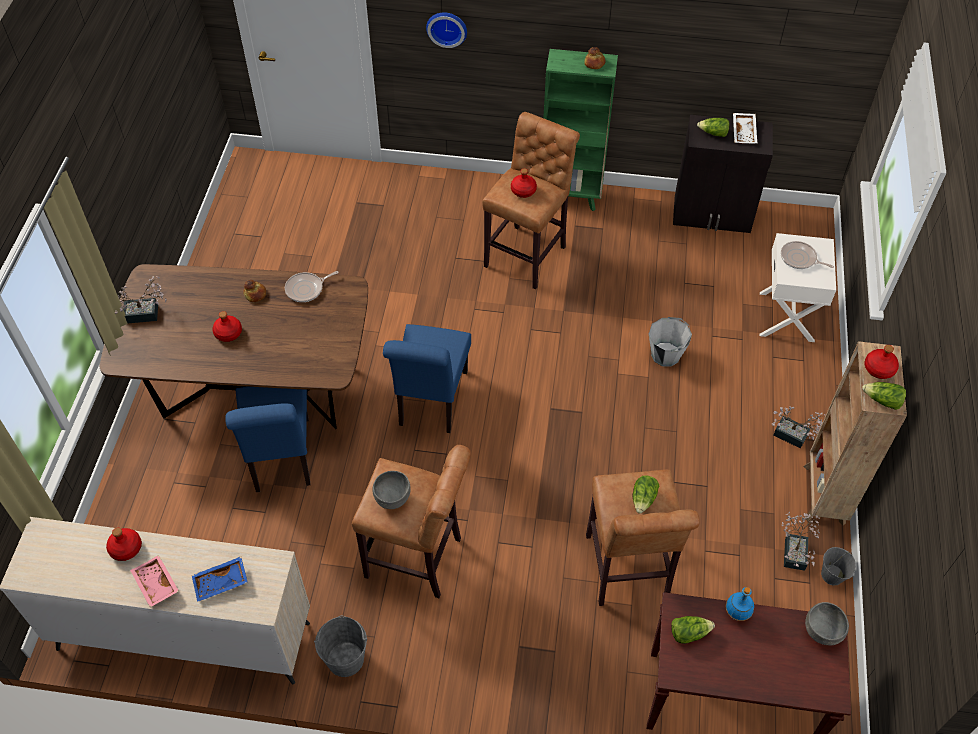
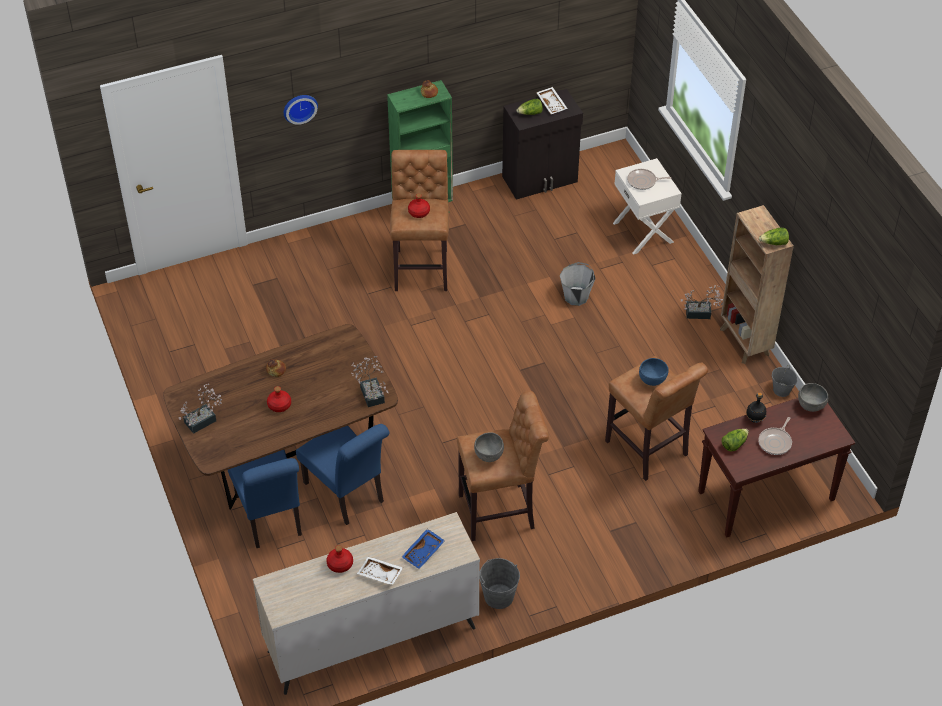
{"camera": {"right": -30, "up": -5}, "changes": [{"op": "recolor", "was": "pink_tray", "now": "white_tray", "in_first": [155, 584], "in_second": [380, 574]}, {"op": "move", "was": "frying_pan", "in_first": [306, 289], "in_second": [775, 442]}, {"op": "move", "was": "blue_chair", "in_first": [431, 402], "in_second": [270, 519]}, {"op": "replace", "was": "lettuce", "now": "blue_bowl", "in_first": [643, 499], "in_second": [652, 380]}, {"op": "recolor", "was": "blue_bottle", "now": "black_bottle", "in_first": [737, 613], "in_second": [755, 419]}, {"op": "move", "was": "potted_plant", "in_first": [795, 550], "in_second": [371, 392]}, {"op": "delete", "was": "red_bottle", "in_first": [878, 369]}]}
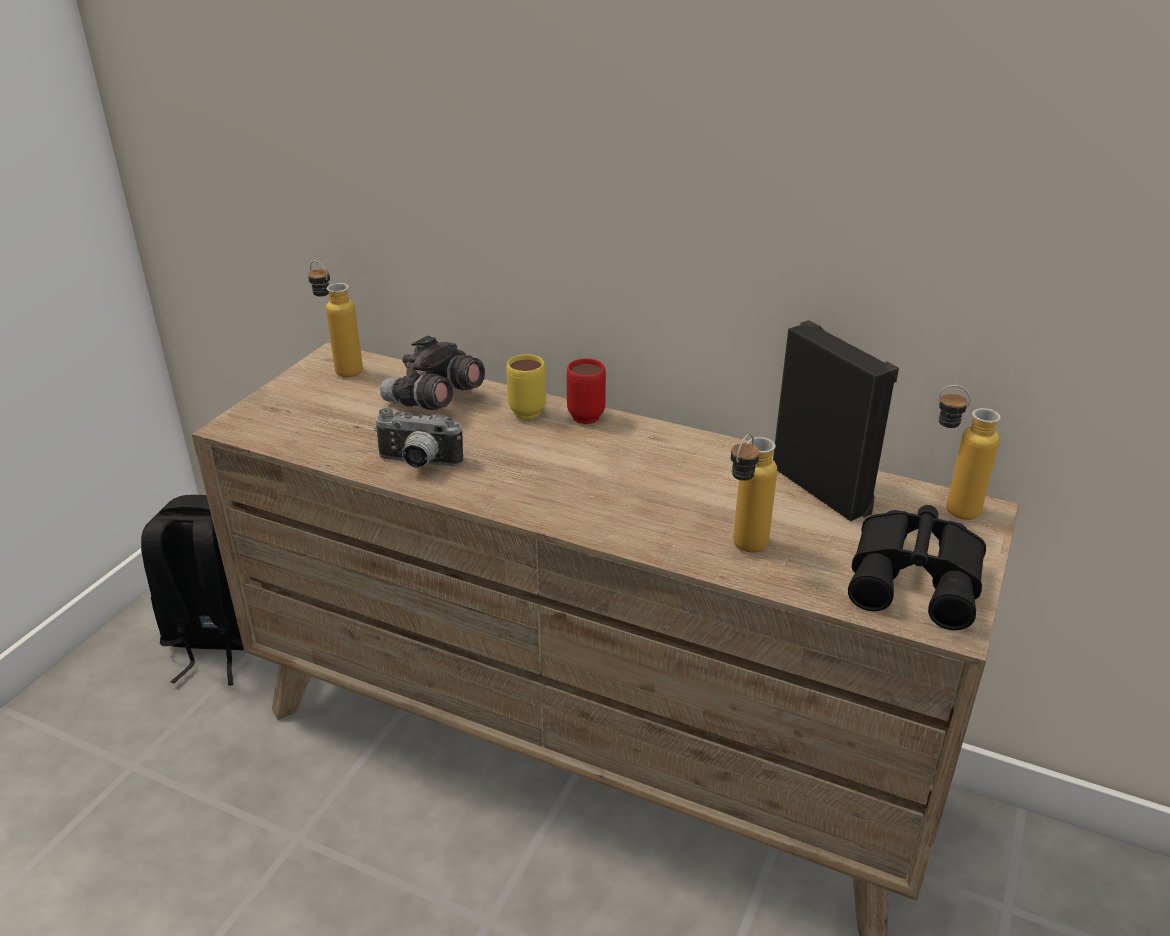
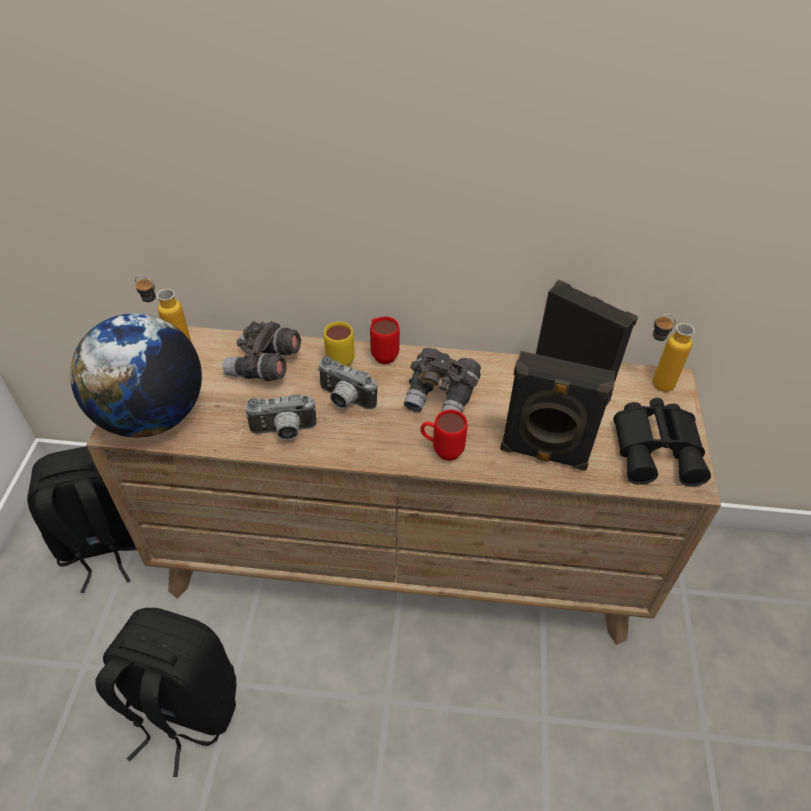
{"camera": {"right": -20, "up": 15}, "changes": [{"op": "replace", "was": "bottle", "now": "black_speaker", "in_first": [743, 551], "in_second": [543, 454]}, {"op": "insert", "now": "globe", "in_second": [152, 416]}, {"op": "insert", "now": "black_backpack", "in_second": [182, 708]}, {"op": "insert", "now": "photo_camera", "in_second": [344, 400]}, {"op": "insert", "now": "grey_binoculars", "in_second": [441, 396]}, {"op": "insert", "now": "red_mug", "in_second": [441, 450]}]}
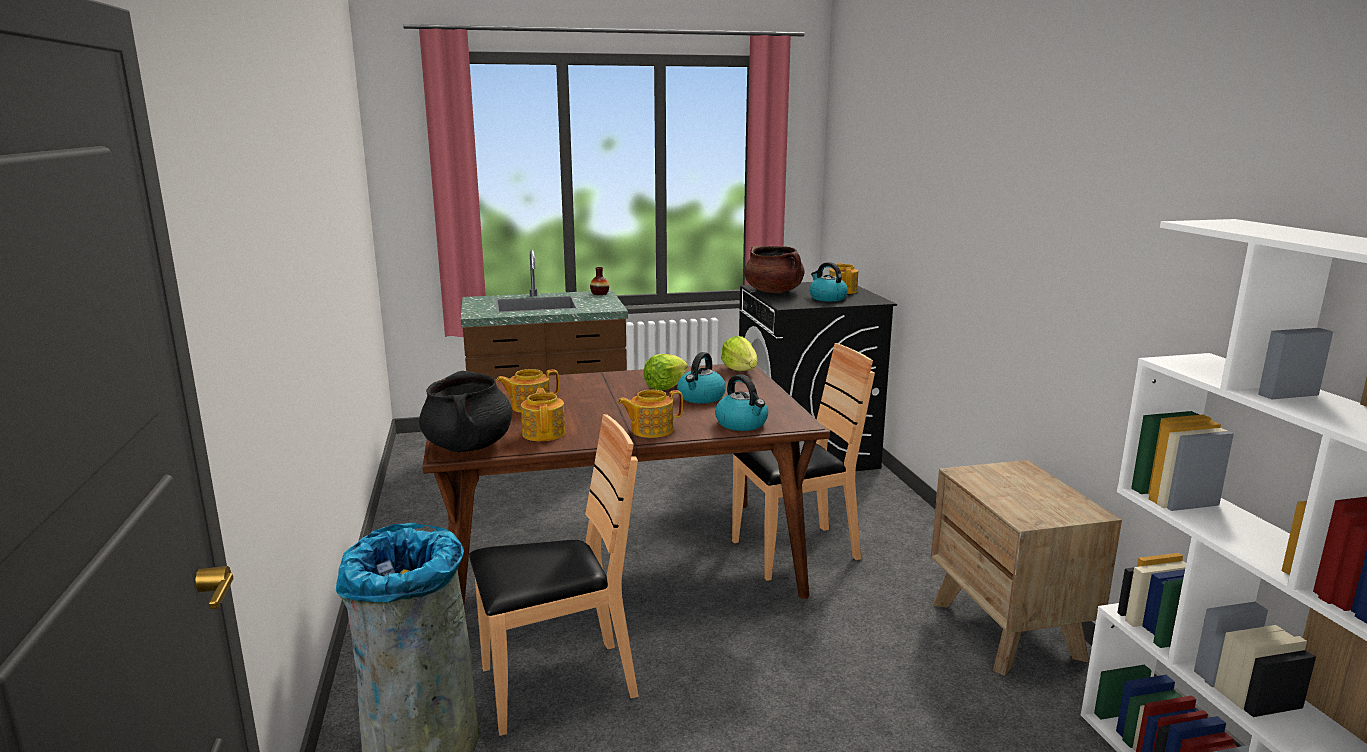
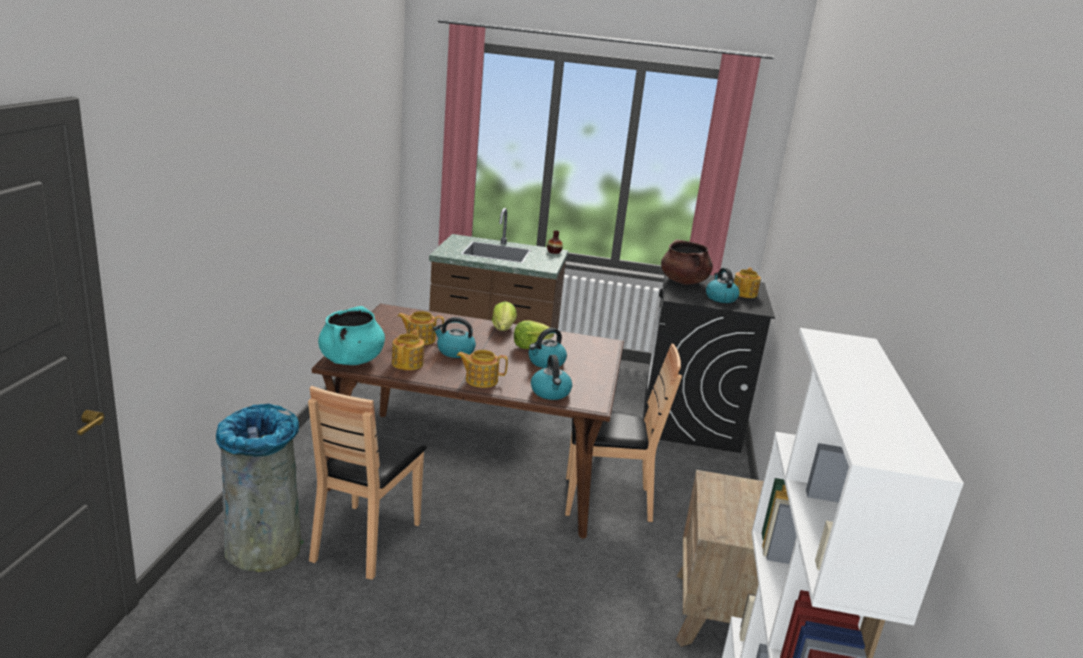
{"camera": {"right": 20, "up": 5}, "changes": [{"op": "recolor", "was": "black_cooking_pot", "now": "turquoise_cooking_pot", "in_first": [468, 446], "in_second": [351, 360]}, {"op": "rotate", "was": "brown_chair", "in_first": [556, 685], "in_second": [365, 540], "clockwise": 105}, {"op": "move", "was": "lettuce", "in_first": [740, 370], "in_second": [503, 329]}, {"op": "insert", "now": "kettle", "in_second": [455, 351]}]}
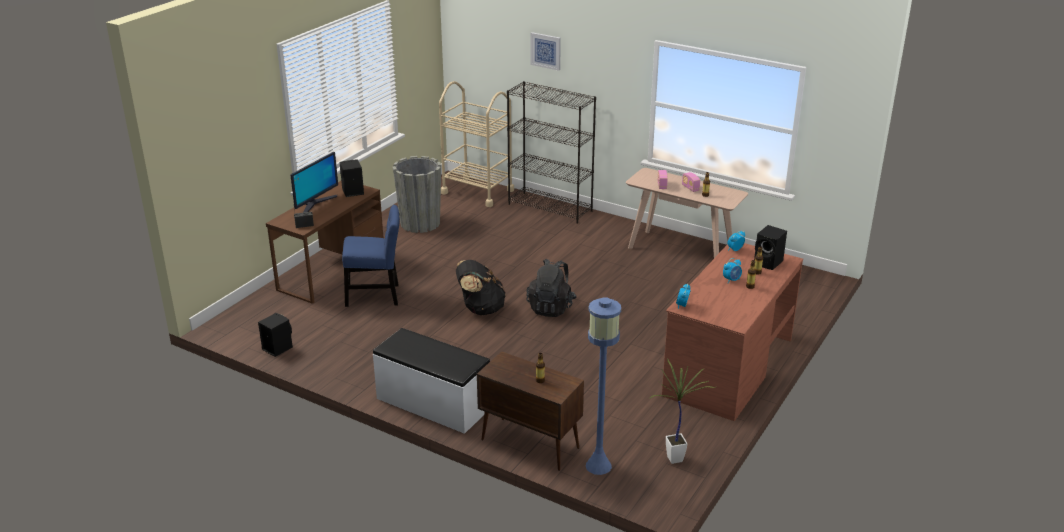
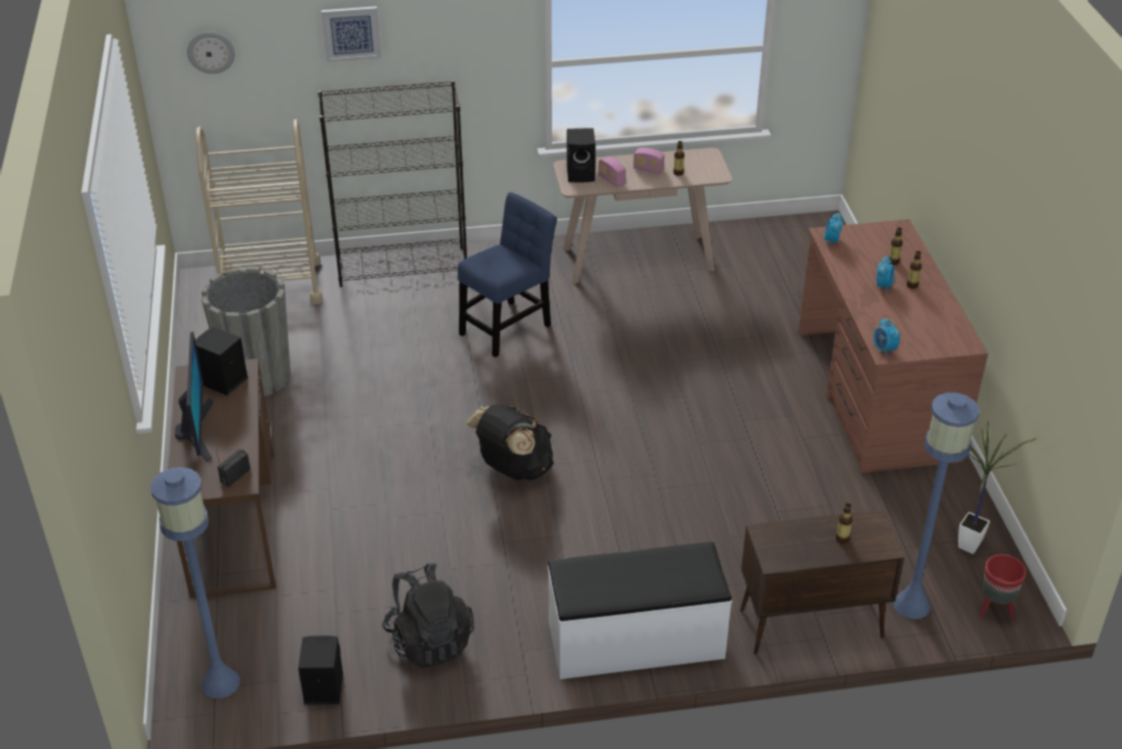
{"camera": {"right": -40, "up": 10}, "changes": [{"op": "move", "was": "blue_chair", "in_first": [376, 296], "in_second": [508, 327]}, {"op": "move", "was": "black_backpack", "in_first": [551, 307], "in_second": [429, 640]}, {"op": "move", "was": "black_speaker", "in_first": [769, 263], "in_second": [582, 174]}, {"op": "insert", "now": "blue_floor_lamp", "in_second": [220, 683]}, {"op": "insert", "now": "wall_clock", "in_second": [211, 52]}, {"op": "insert", "now": "red_planter", "in_second": [994, 610]}]}
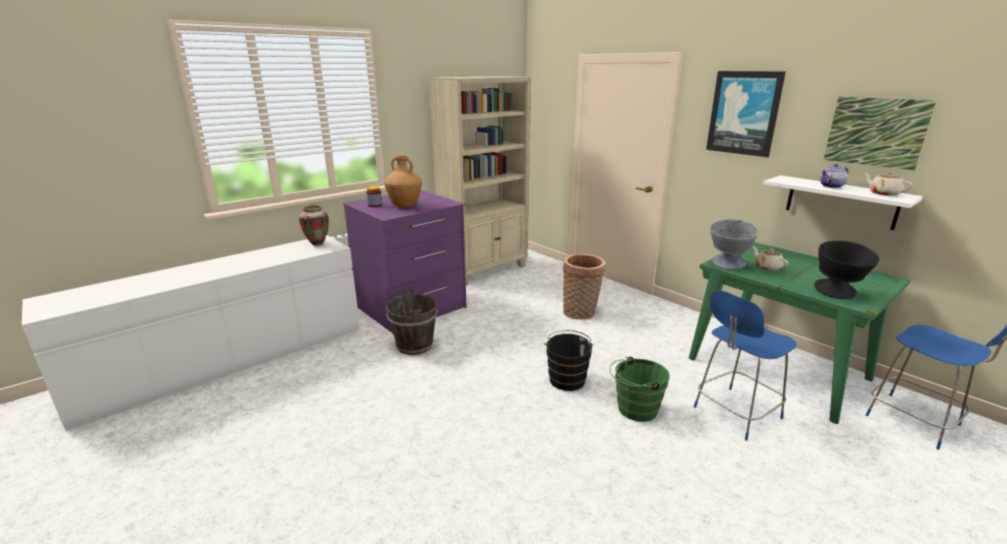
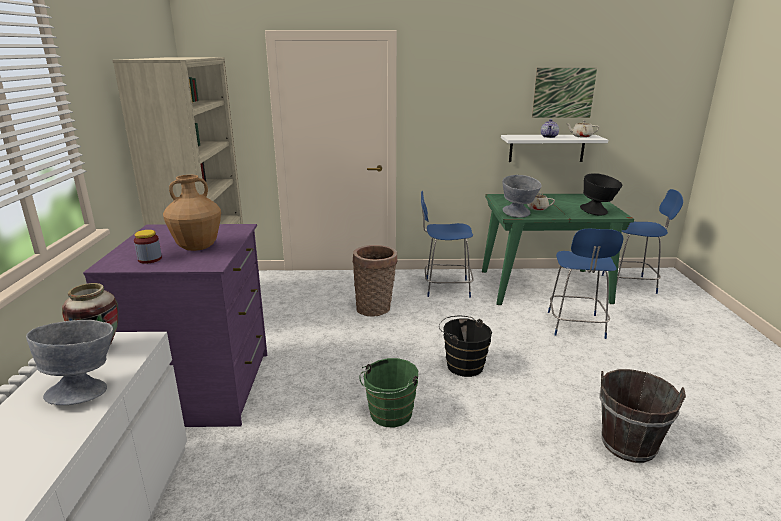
{"camera": {"right": -50, "up": 0}, "changes": [{"op": "move", "was": "brown_bucket", "in_first": [414, 345], "in_second": [628, 445]}, {"op": "move", "was": "green_bucket", "in_first": [634, 409], "in_second": [389, 415]}, {"op": "delete", "was": "picture", "in_first": [744, 113]}, {"op": "insert", "now": "grey_bowl", "in_second": [86, 389]}, {"op": "insert", "now": "blue_chair", "in_second": [445, 288]}]}
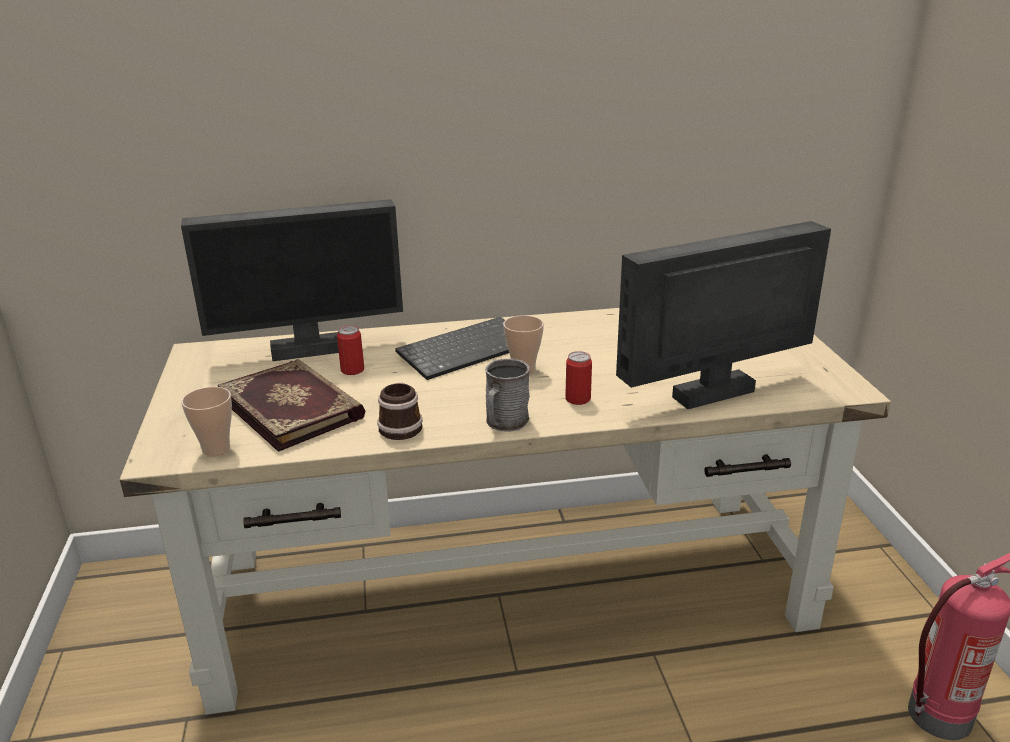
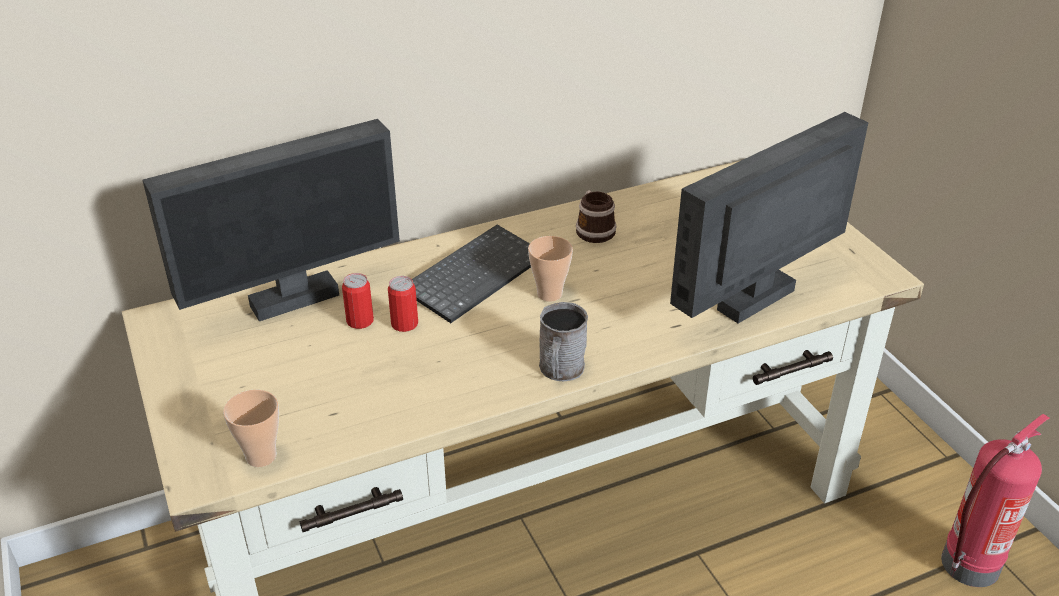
{"camera": {"right": -15, "up": 10}, "changes": [{"op": "delete", "was": "book", "in_first": [293, 407]}, {"op": "move", "was": "mug", "in_first": [401, 425], "in_second": [593, 229]}, {"op": "move", "was": "can", "in_first": [577, 399], "in_second": [404, 324]}]}
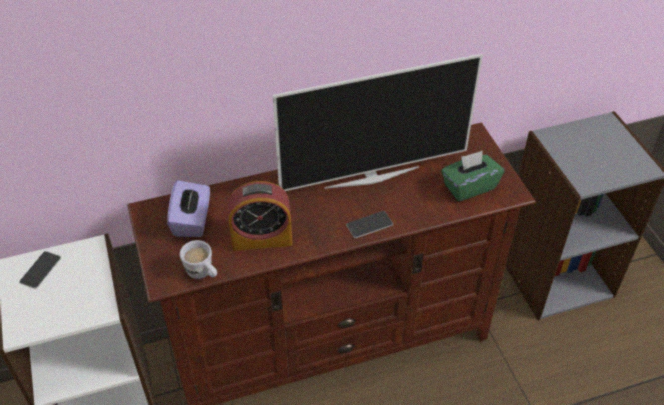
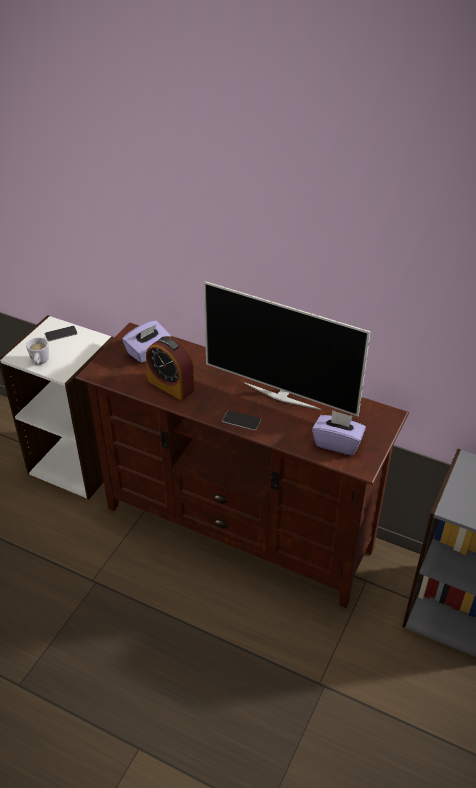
{"camera": {"right": 45, "up": -5}, "changes": [{"op": "move", "was": "white_mug", "in_first": [203, 274], "in_second": [40, 363]}, {"op": "recolor", "was": "green_tissue_box", "now": "purple_tissue_box", "in_first": [469, 187], "in_second": [337, 443]}]}
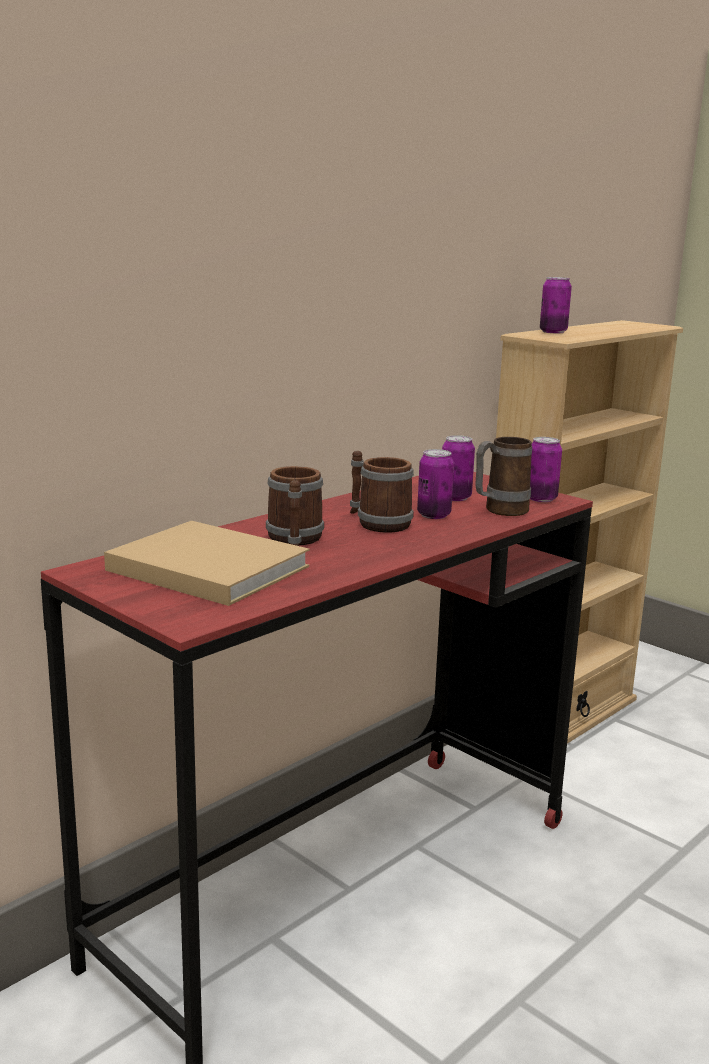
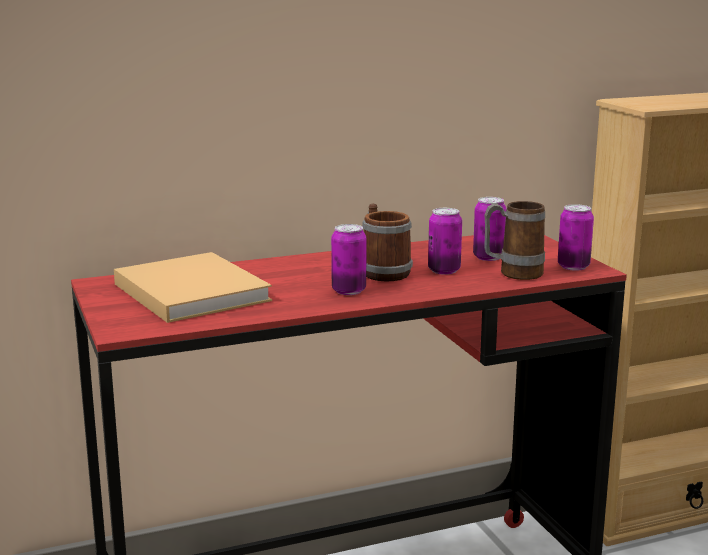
{"camera": {"right": 25, "up": 0}, "changes": [{"op": "delete", "was": "mug", "in_first": [294, 541]}, {"op": "move", "was": "can", "in_first": [553, 332], "in_second": [349, 291]}]}
